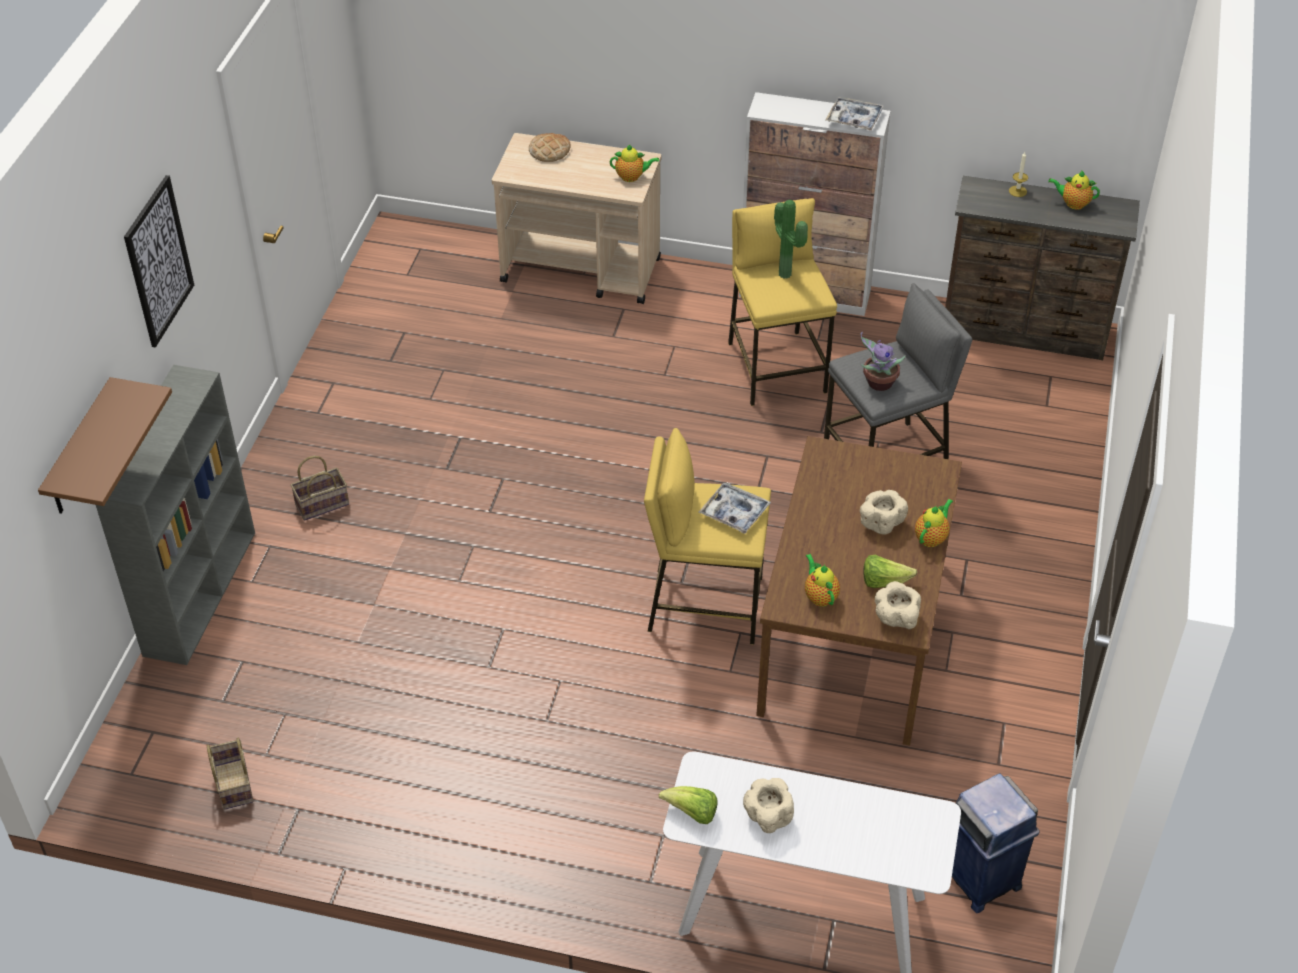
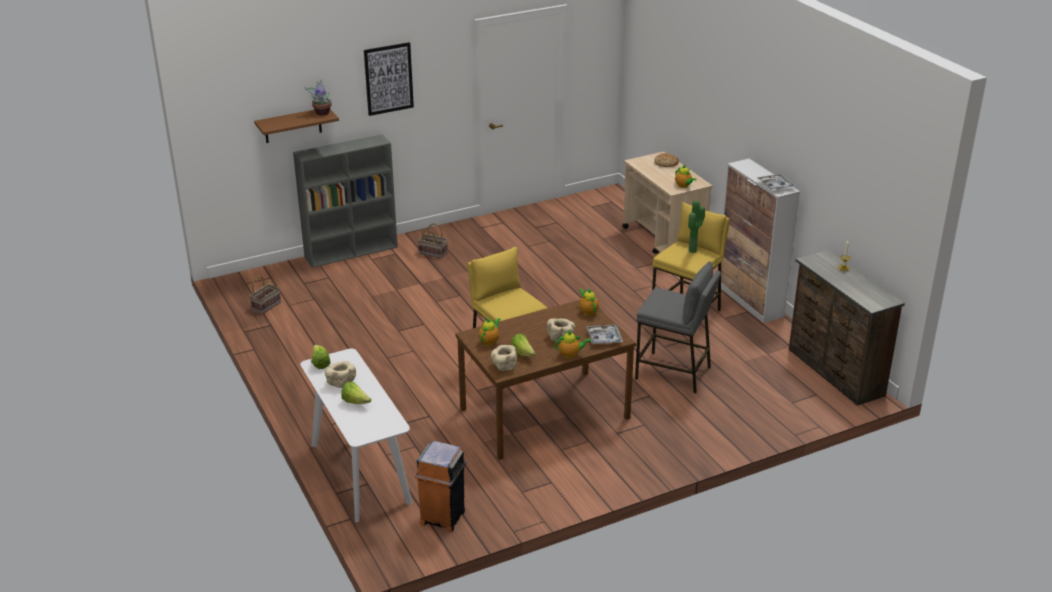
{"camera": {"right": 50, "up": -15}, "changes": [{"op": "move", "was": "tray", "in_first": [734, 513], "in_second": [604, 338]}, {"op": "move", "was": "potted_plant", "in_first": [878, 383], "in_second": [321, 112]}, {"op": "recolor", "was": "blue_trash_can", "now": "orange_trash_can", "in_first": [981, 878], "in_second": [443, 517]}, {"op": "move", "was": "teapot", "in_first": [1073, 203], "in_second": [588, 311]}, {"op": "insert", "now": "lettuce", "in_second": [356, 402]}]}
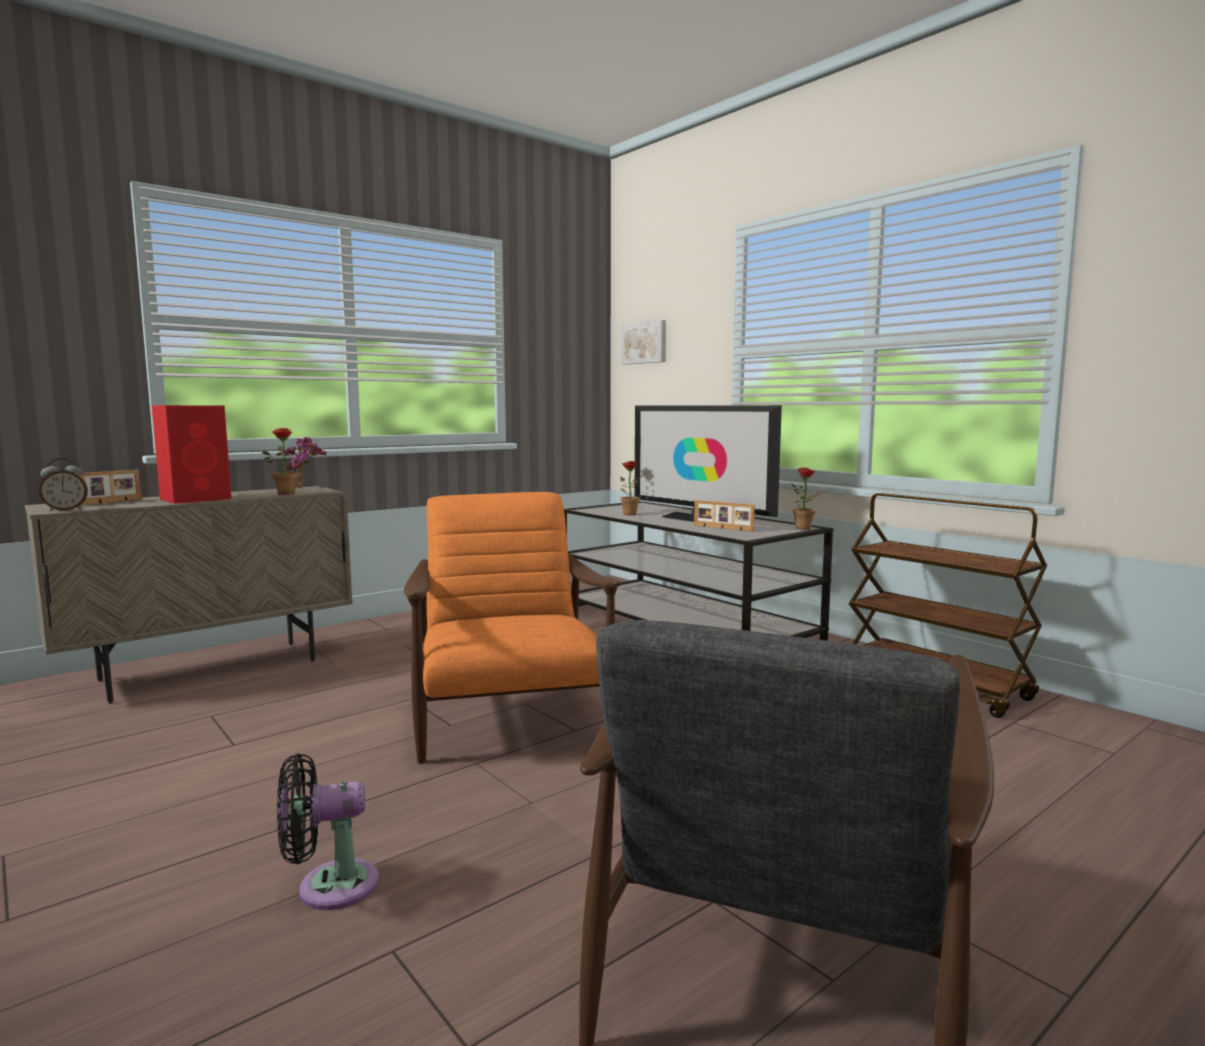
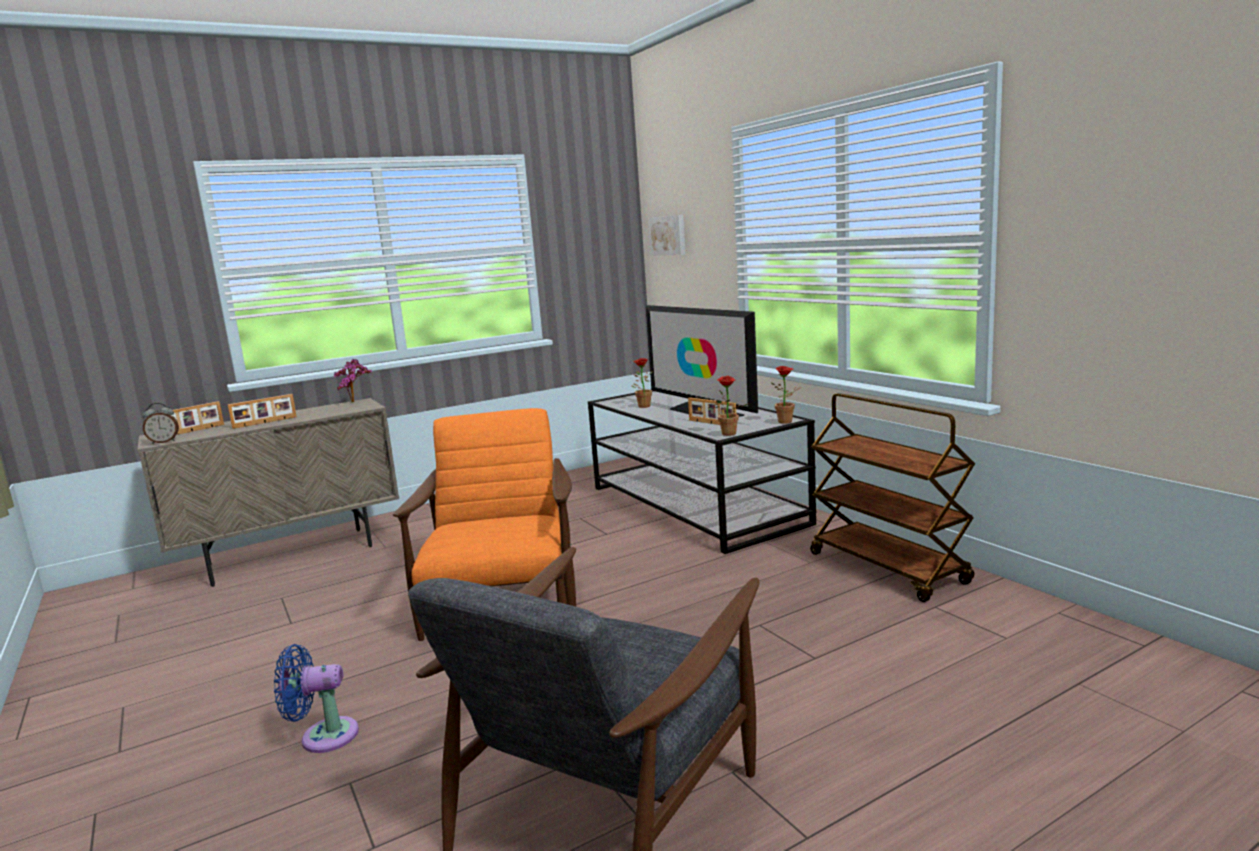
{"camera": {"right": 10, "up": 5}, "changes": [{"op": "replace", "was": "red_speaker", "now": "picture_frame", "in_first": [197, 499], "in_second": [265, 422]}, {"op": "move", "was": "potted_plant", "in_first": [284, 494], "in_second": [728, 434]}, {"op": "recolor", "was": "black_fan", "now": "blue_fan", "in_first": [329, 887], "in_second": [323, 736]}]}
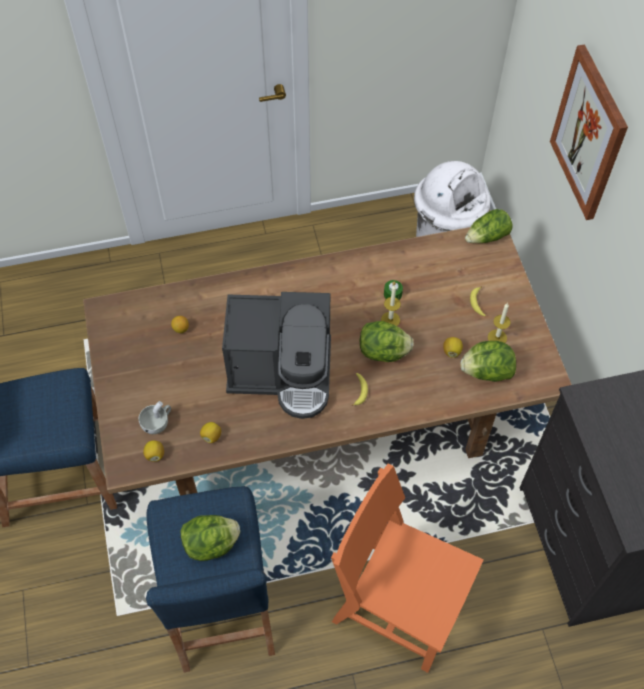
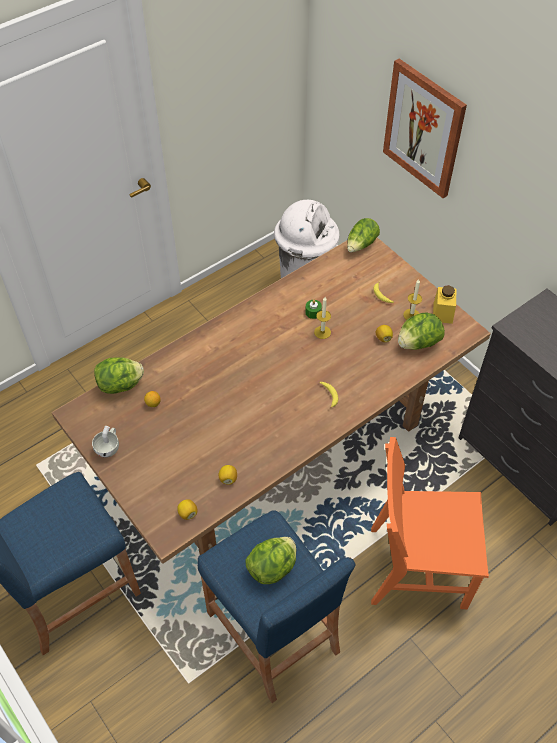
{"camera": {"right": -25, "up": -5}, "changes": [{"op": "move", "was": "white_cup", "in_first": [158, 423], "in_second": [109, 447]}, {"op": "delete", "was": "coffee_machine", "in_first": [283, 372]}, {"op": "move", "was": "lettuce", "in_first": [384, 352], "in_second": [121, 385]}, {"op": "insert", "now": "yellow_jar", "in_second": [442, 313]}]}
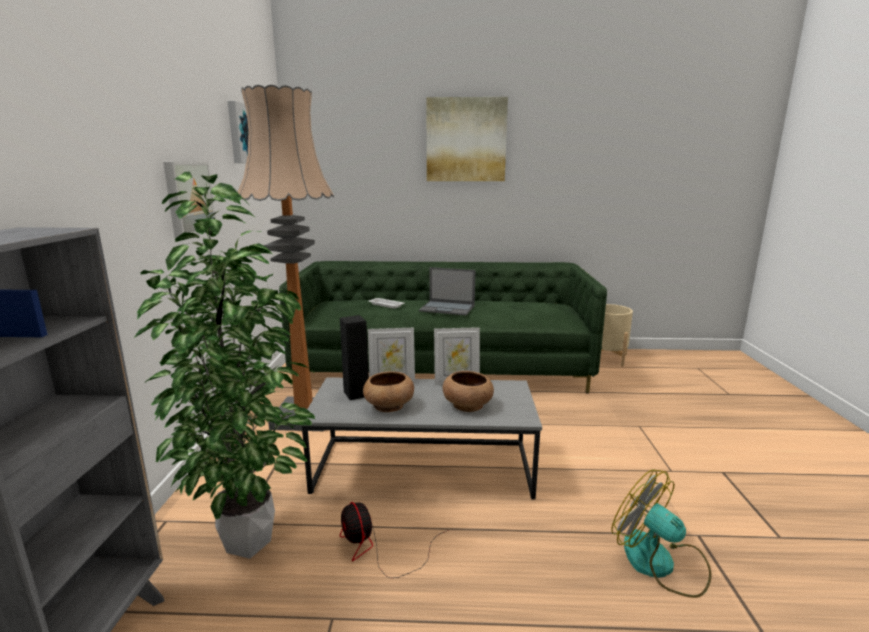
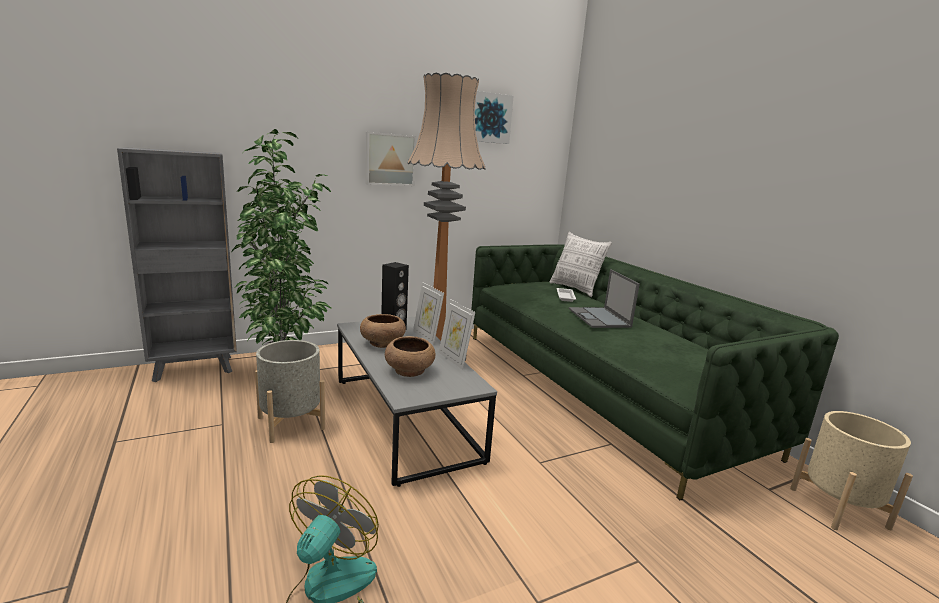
{"camera": {"right": 60, "up": 0}, "changes": [{"op": "replace", "was": "fan", "now": "grey_planter", "in_first": [377, 550], "in_second": [291, 423]}, {"op": "delete", "was": "picture", "in_first": [466, 140]}, {"op": "insert", "now": "pillow", "in_second": [575, 289]}]}
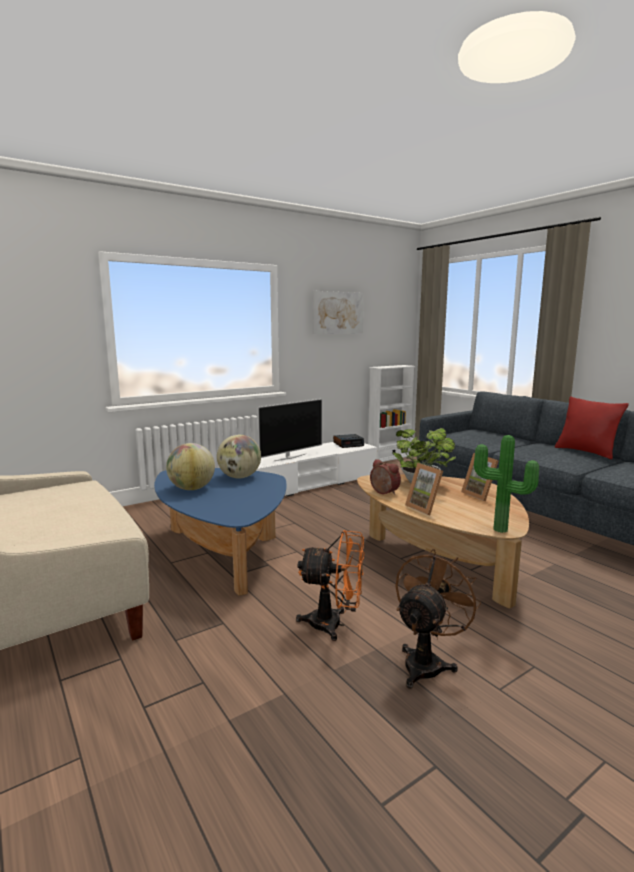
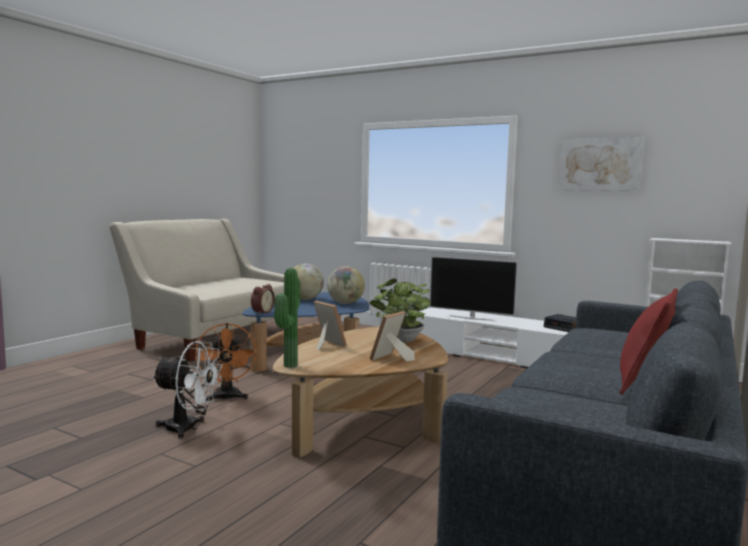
{"camera": {"right": 65, "up": -5}, "changes": [{"op": "move", "was": "alarm_clock", "in_first": [383, 492], "in_second": [261, 312]}, {"op": "recolor", "was": "brown_fan", "now": "white_fan", "in_first": [427, 662], "in_second": [188, 429]}, {"op": "rotate", "was": "picture_frame", "in_first": [425, 508], "in_second": [326, 345], "clockwise": 105}]}
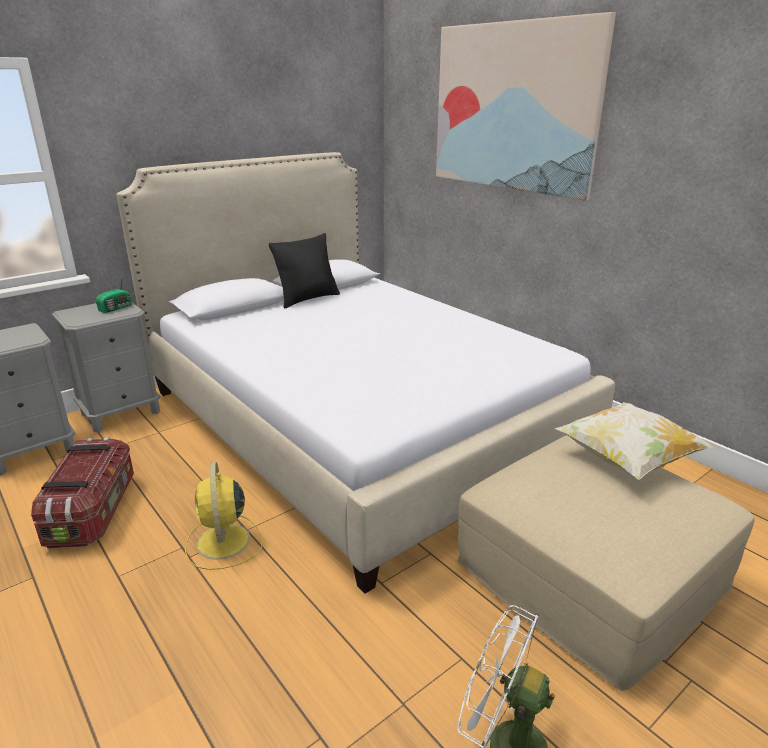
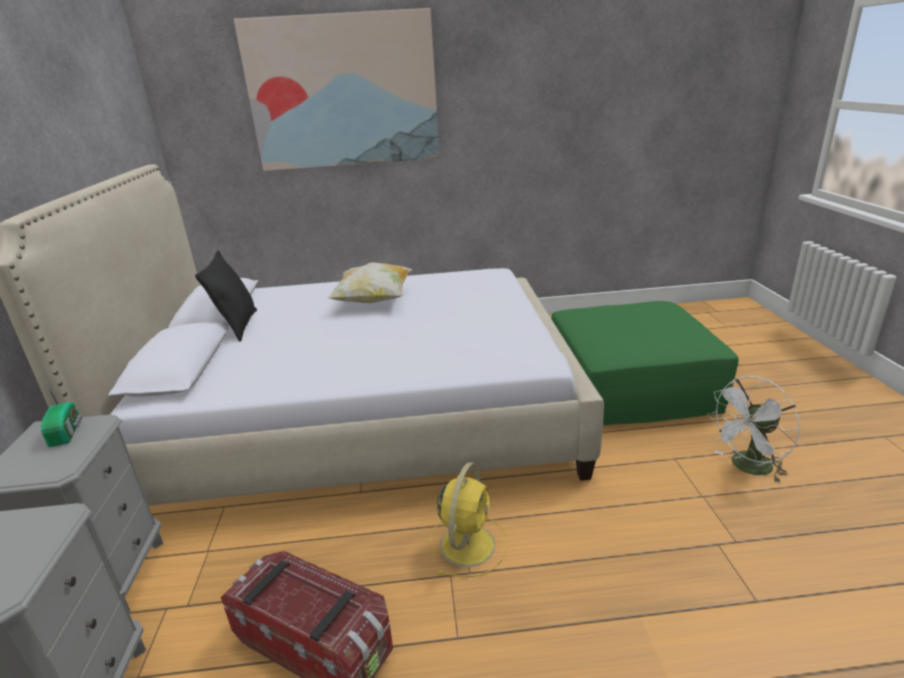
{"camera": {"right": -55, "up": 0}, "changes": [{"op": "rotate", "was": "yellow_fan", "in_first": [223, 543], "in_second": [468, 543], "clockwise": -90}, {"op": "recolor", "was": "beige_ottoman", "now": "green_ottoman", "in_first": [589, 574], "in_second": [629, 386]}, {"op": "move", "was": "pillow", "in_first": [626, 460], "in_second": [373, 301]}]}
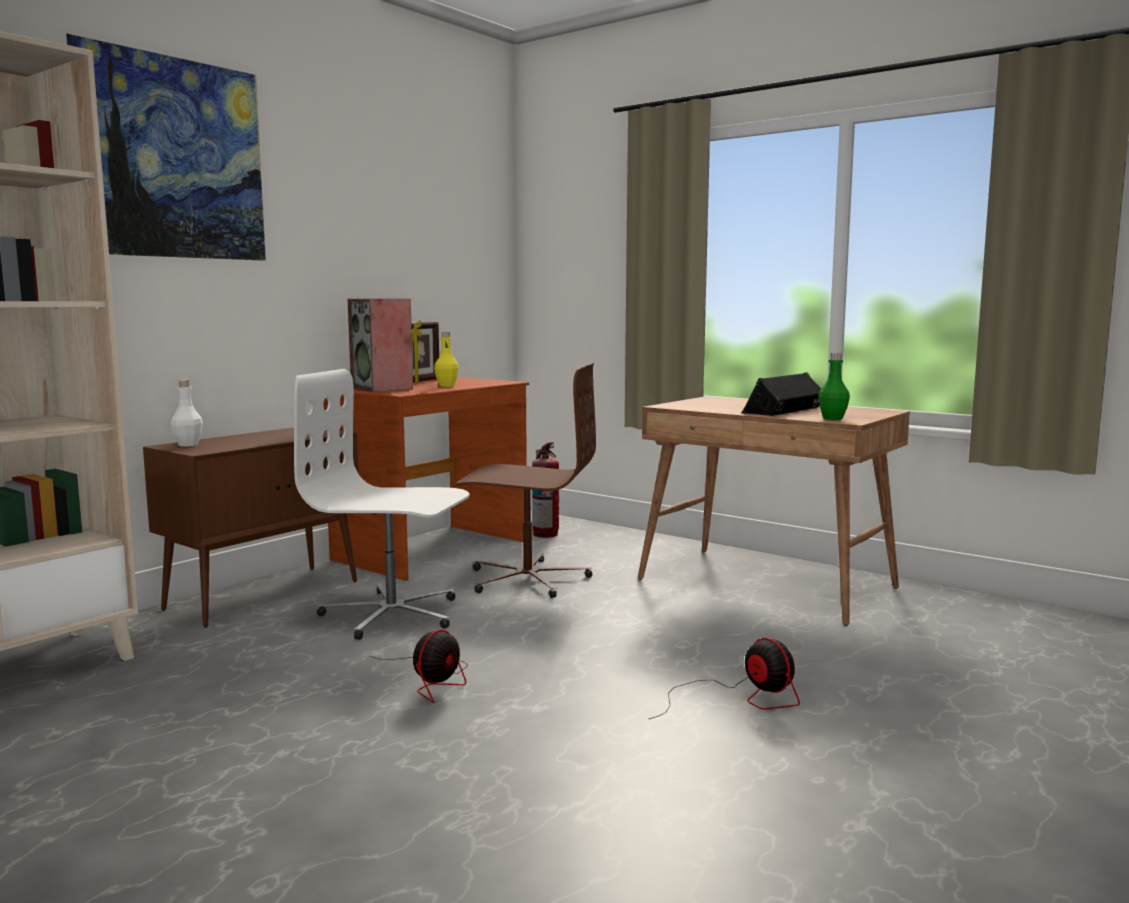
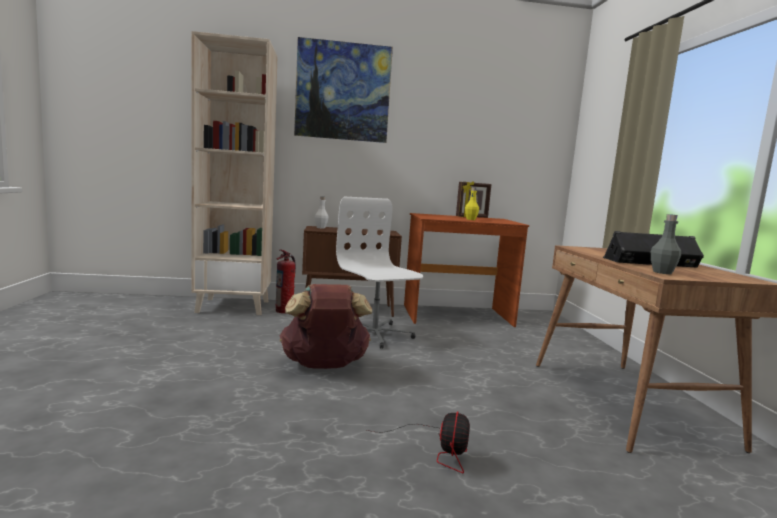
{"camera": {"right": 45, "up": 0}, "changes": [{"op": "delete", "was": "speaker", "in_first": [383, 388]}, {"op": "replace", "was": "fan", "now": "brown_backpack", "in_first": [434, 680], "in_second": [324, 366]}, {"op": "delete", "was": "brown_office_chair", "in_first": [527, 579]}, {"op": "move", "was": "fire_extinguisher", "in_first": [545, 534], "in_second": [284, 310]}, {"op": "recolor", "was": "green_bottle", "now": "grey_bottle", "in_first": [832, 418], "in_second": [662, 272]}]}
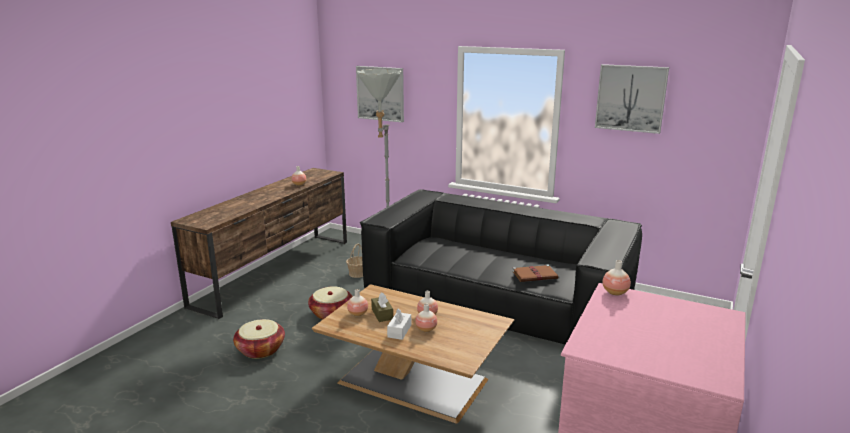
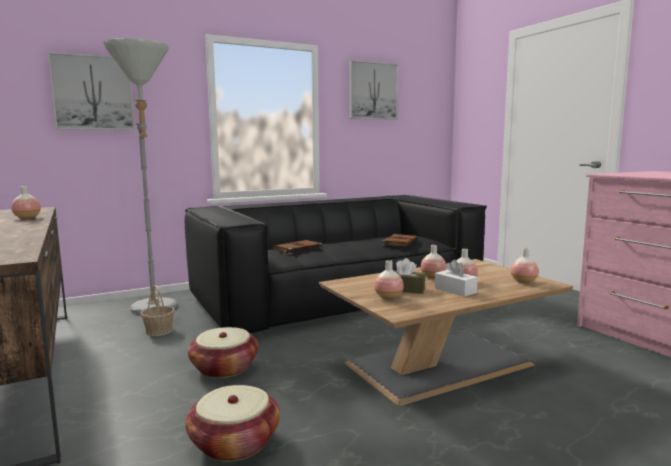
{"camera": {"right": -55, "up": -10}, "changes": [{"op": "move", "was": "vase", "in_first": [615, 292], "in_second": [523, 281]}, {"op": "insert", "now": "brown_book", "in_second": [297, 249]}]}
